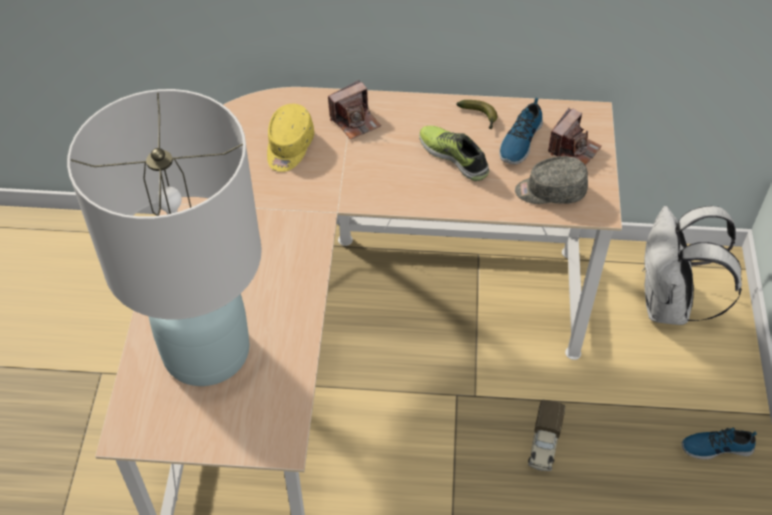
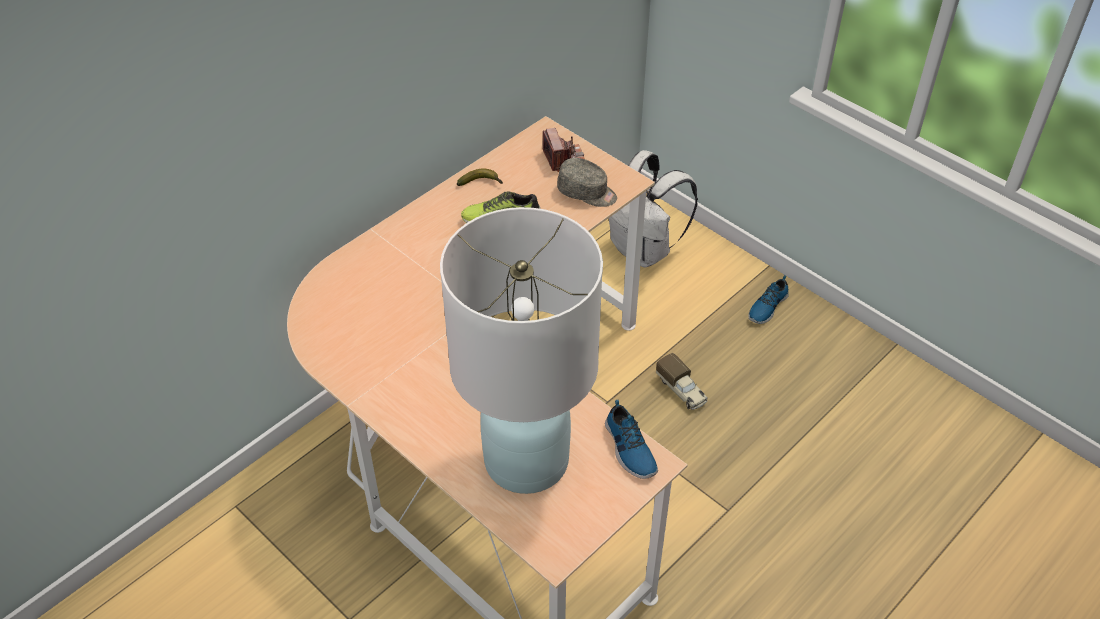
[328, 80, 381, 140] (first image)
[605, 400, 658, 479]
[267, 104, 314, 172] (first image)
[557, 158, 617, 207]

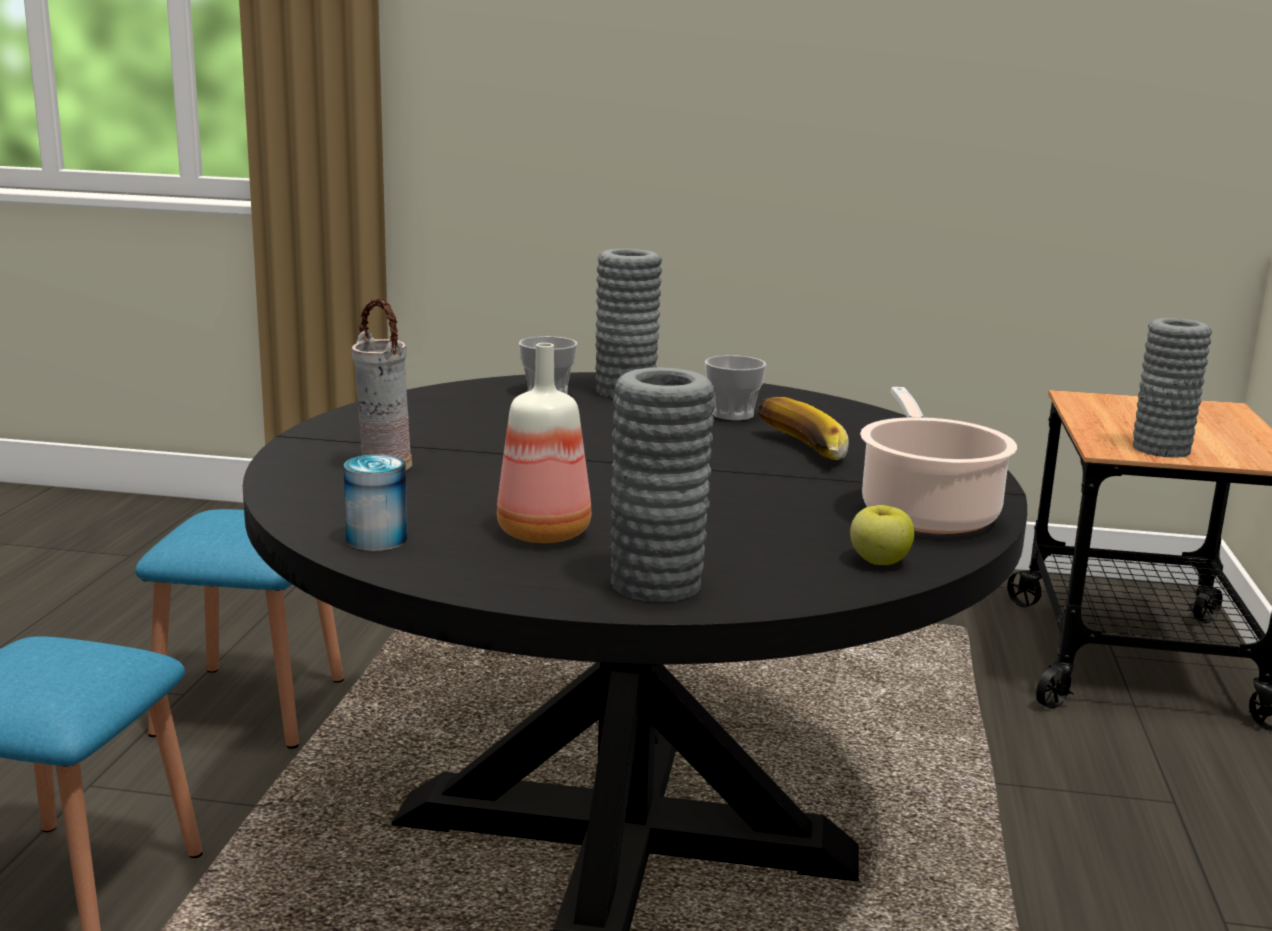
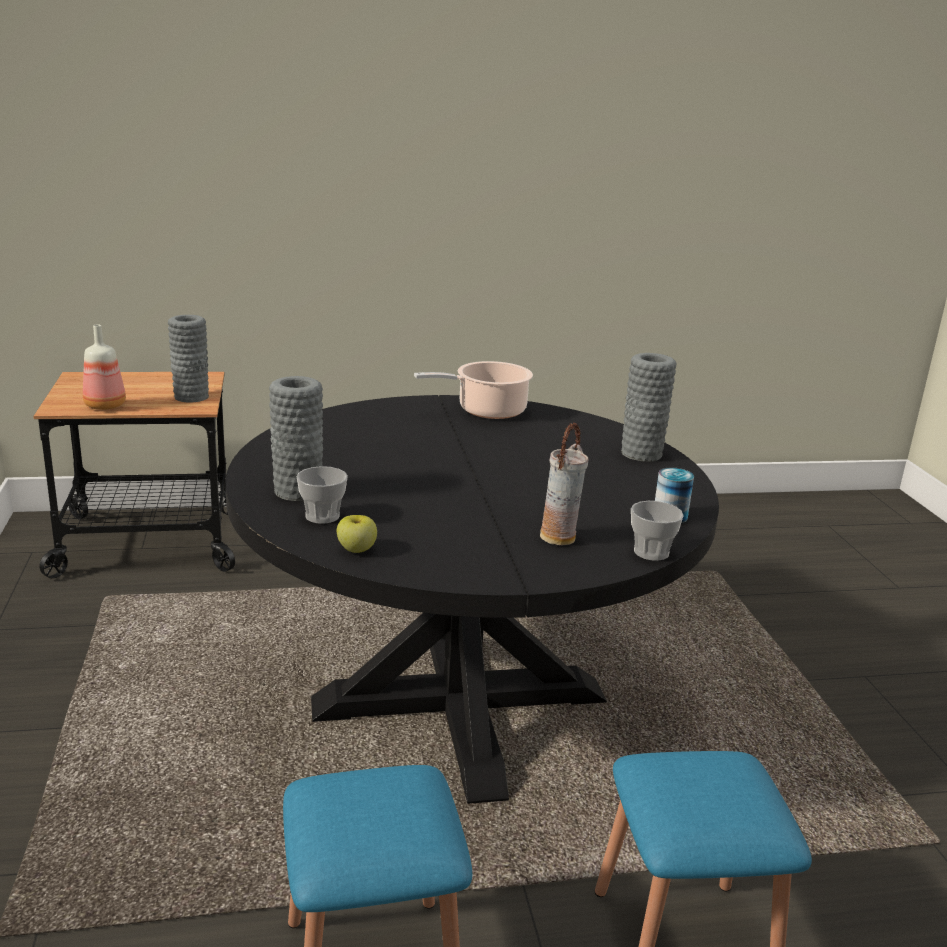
[83, 324, 126, 410]
[631, 501, 684, 561]
[758, 397, 849, 460] (first image)
[337, 515, 377, 553]

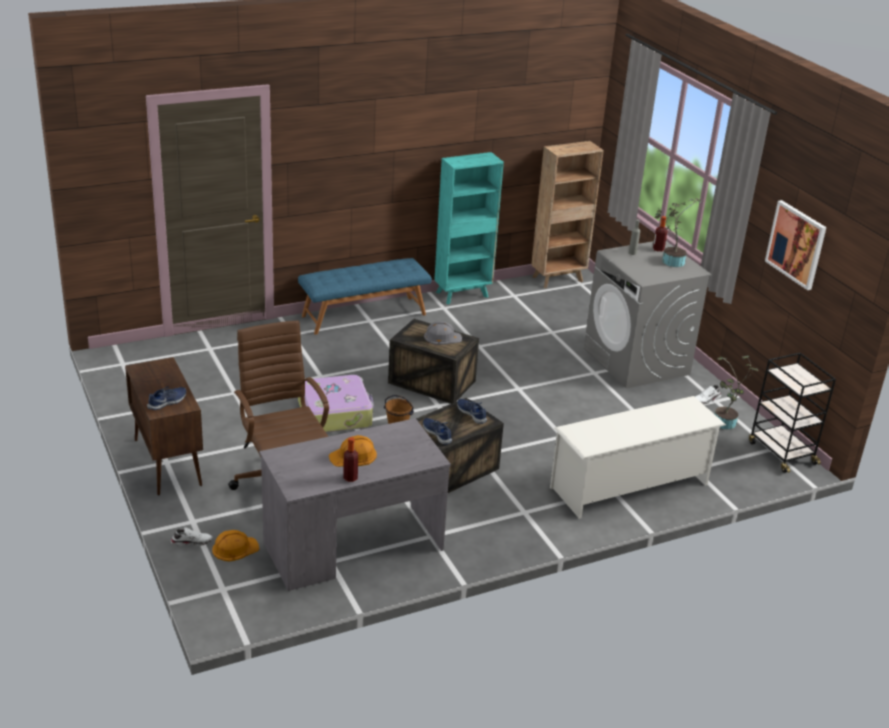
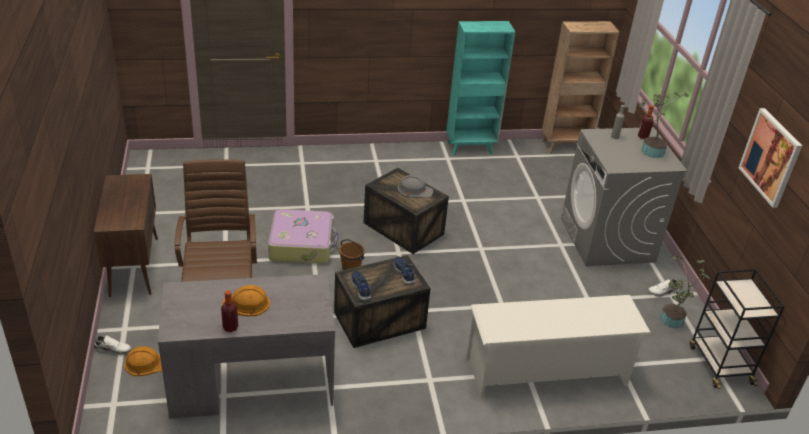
[298, 258, 432, 335] (first image)
[147, 386, 186, 410] (first image)

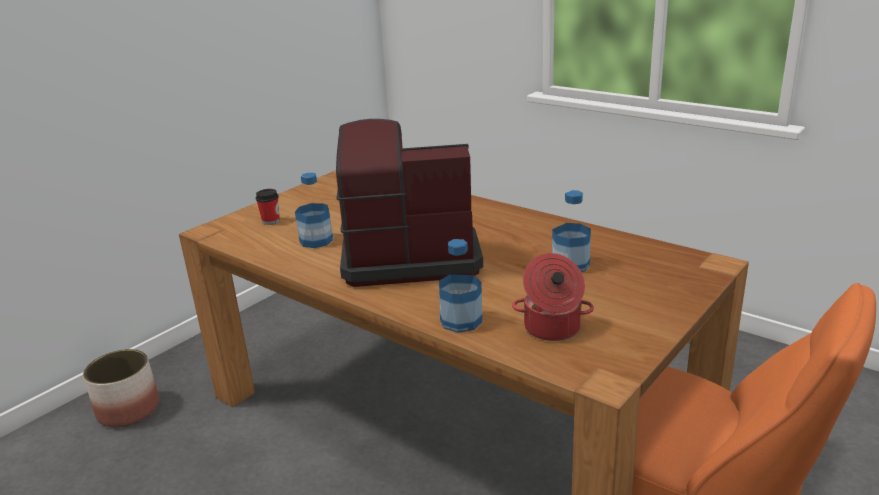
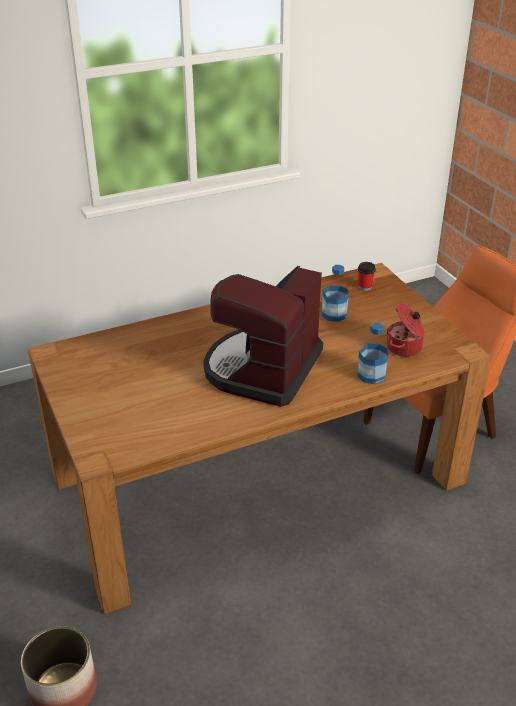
[295, 173, 334, 248] (first image)
[358, 262, 376, 291]

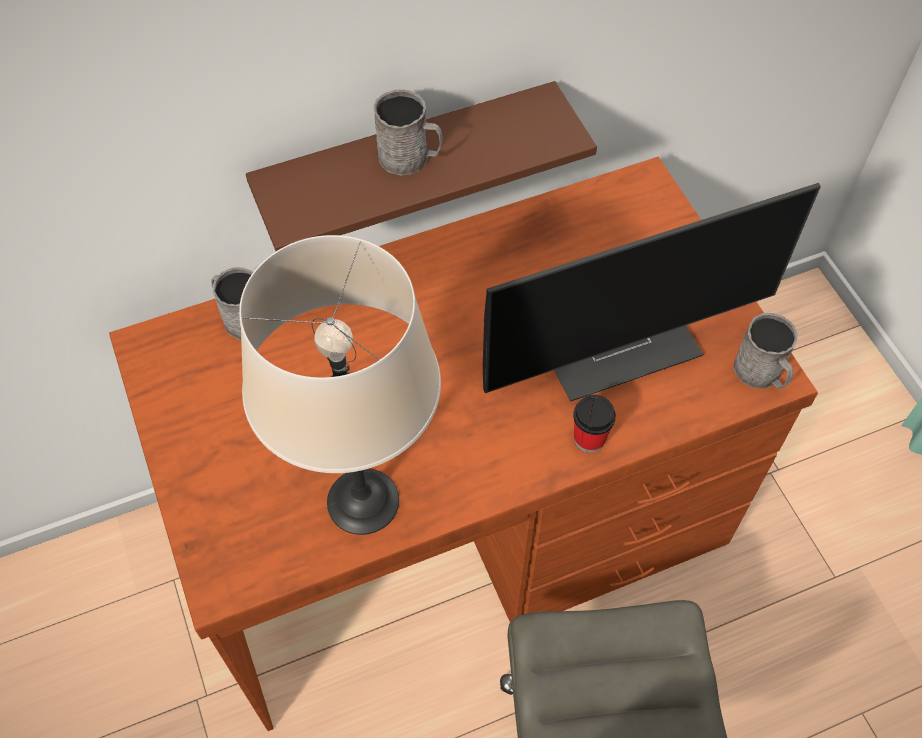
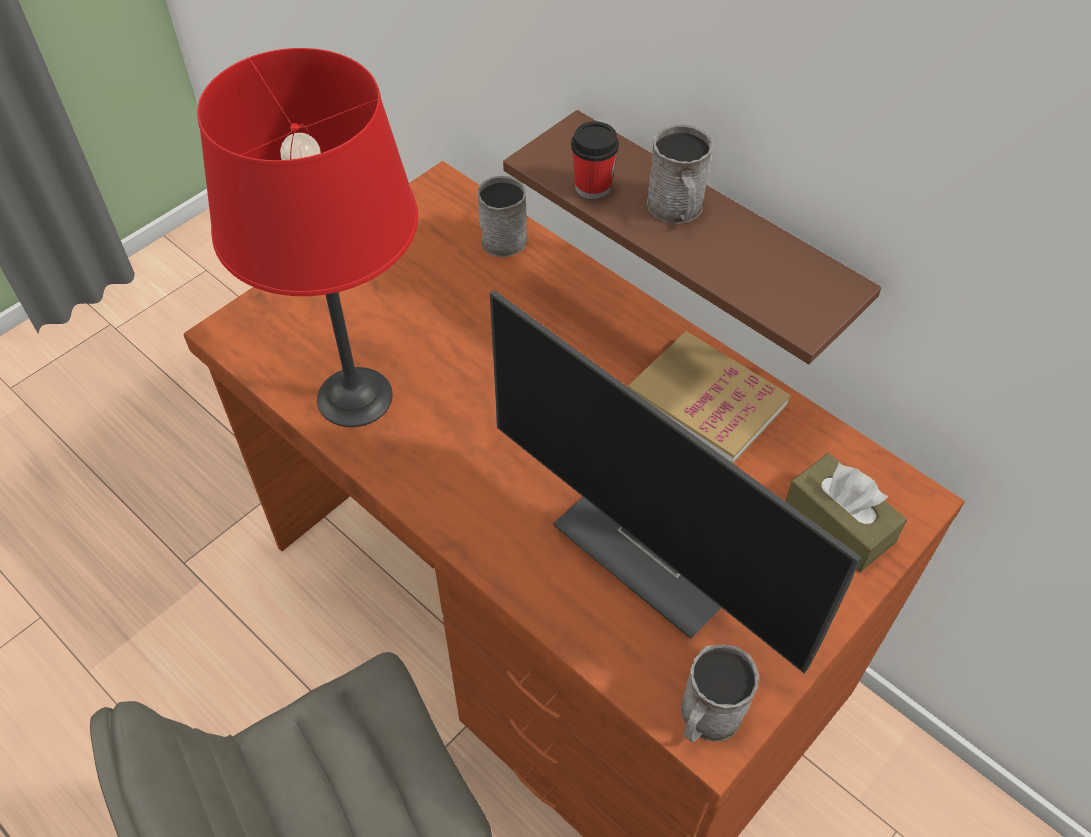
[197, 48, 418, 427]
[571, 121, 619, 199]
[628, 331, 791, 464]
[785, 453, 907, 572]

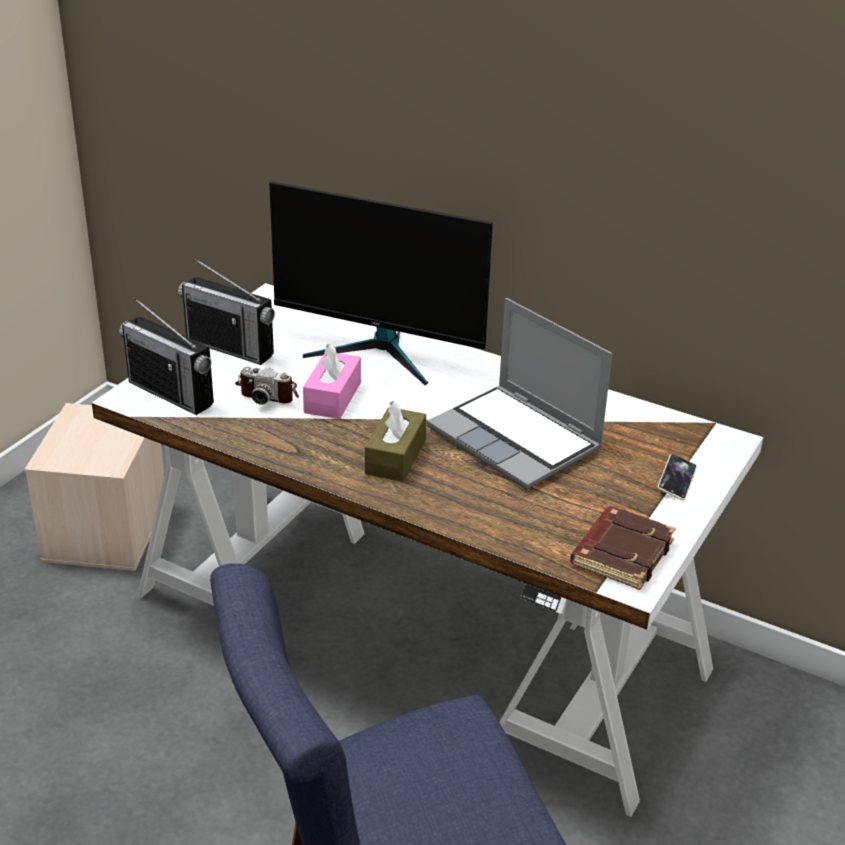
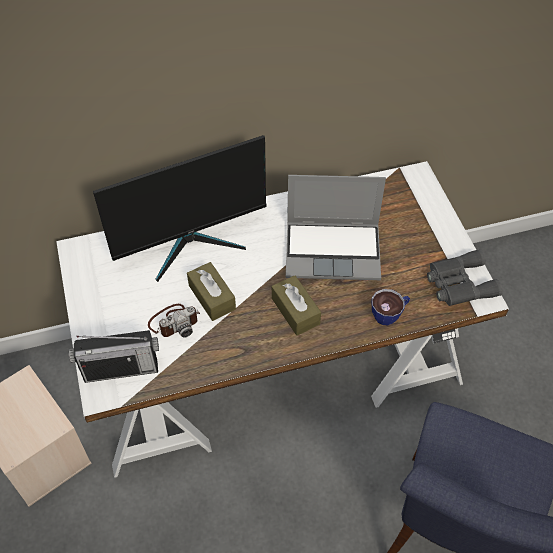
[178, 258, 275, 365] (first image)
[187, 262, 236, 321]
[657, 454, 697, 500] (first image)
[427, 249, 503, 306]
[371, 289, 410, 325]

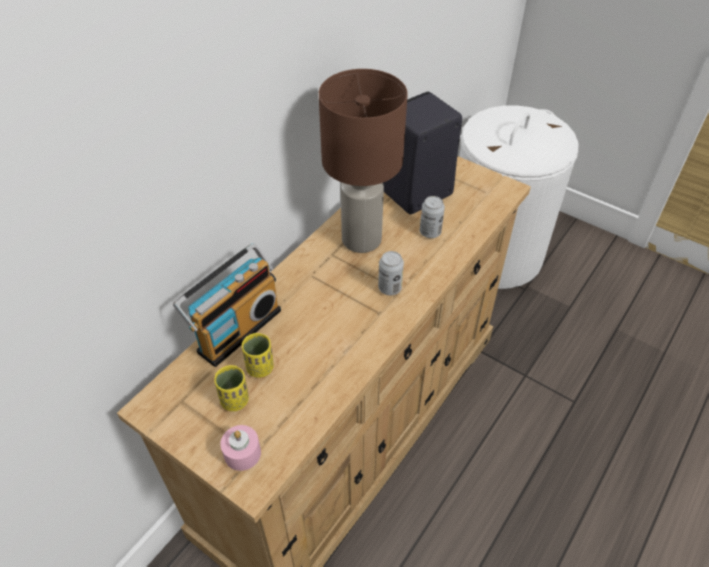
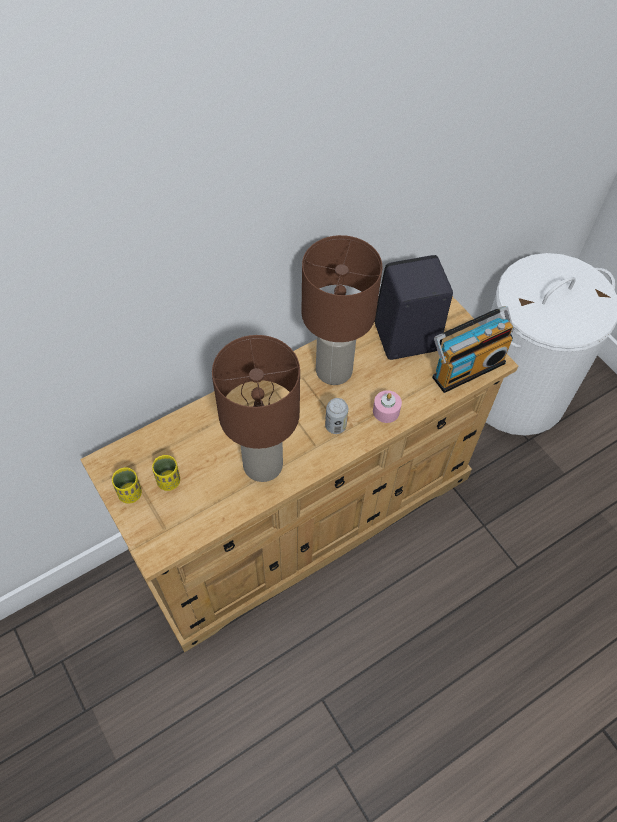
[420, 196, 445, 238] (first image)
[432, 306, 514, 393]
[112, 467, 142, 504]
[373, 390, 402, 423]
[212, 335, 300, 482]

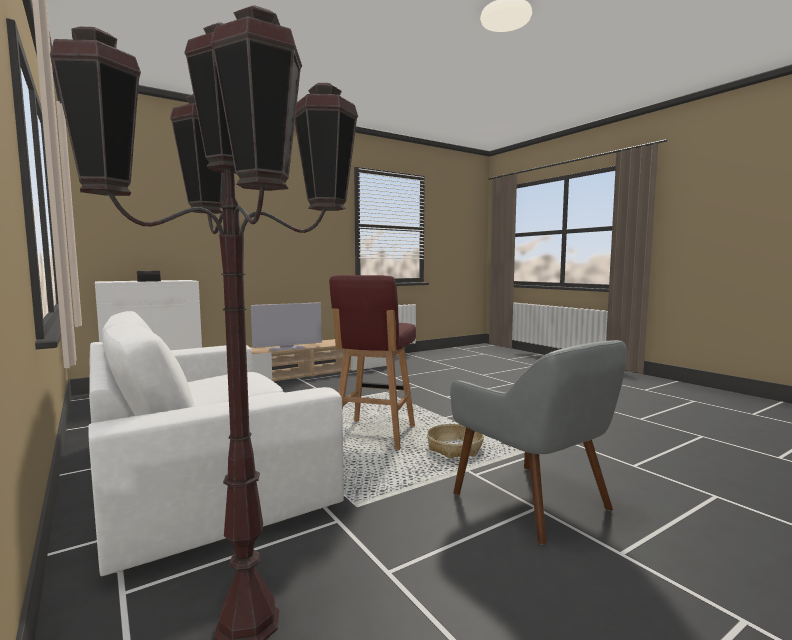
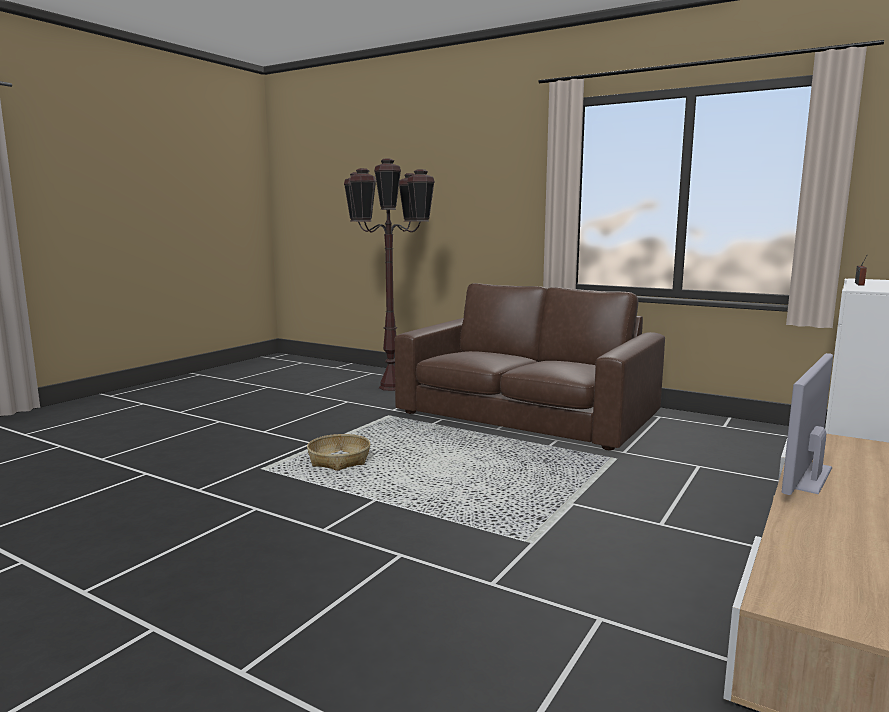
[329, 275, 416, 450] (first image)
[395, 283, 665, 450]
[450, 340, 627, 545] (first image)

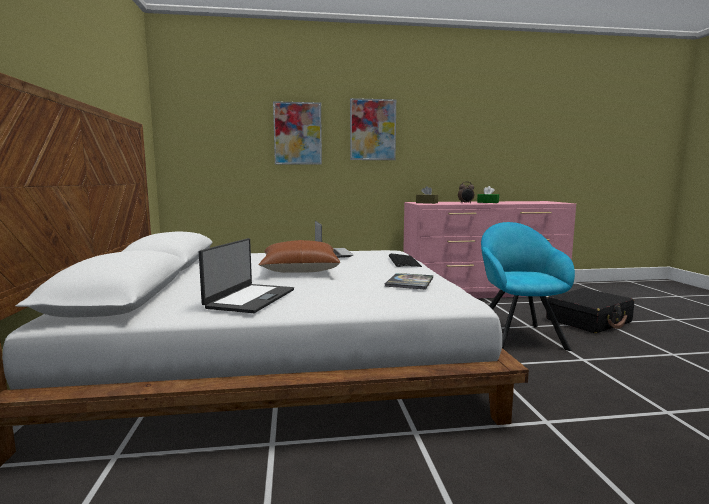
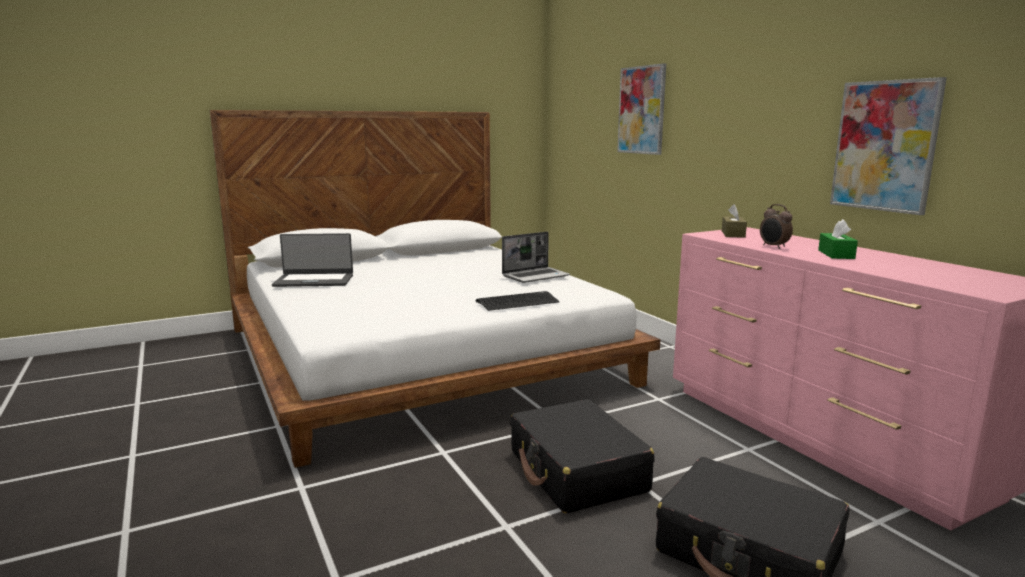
[830, 77, 947, 215]
[510, 399, 654, 514]
[258, 240, 340, 273] (first image)
[384, 273, 433, 290] (first image)

